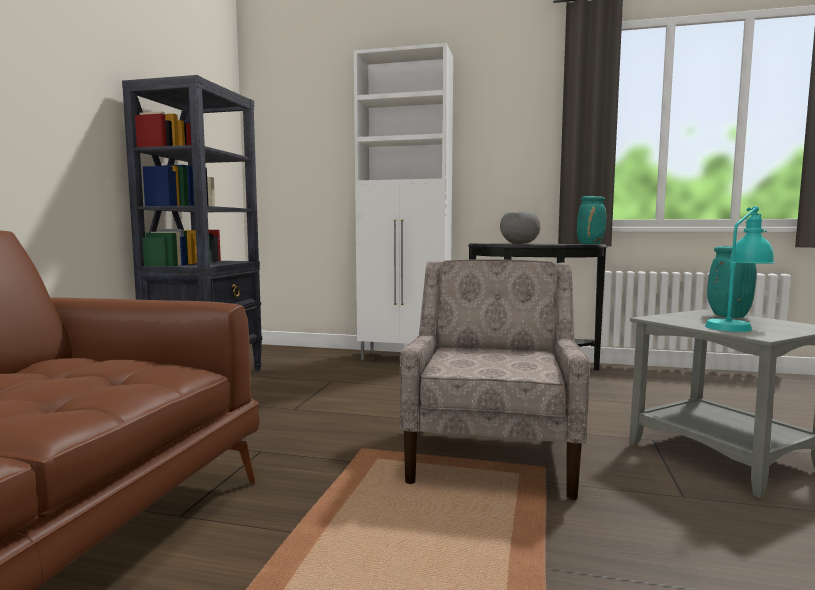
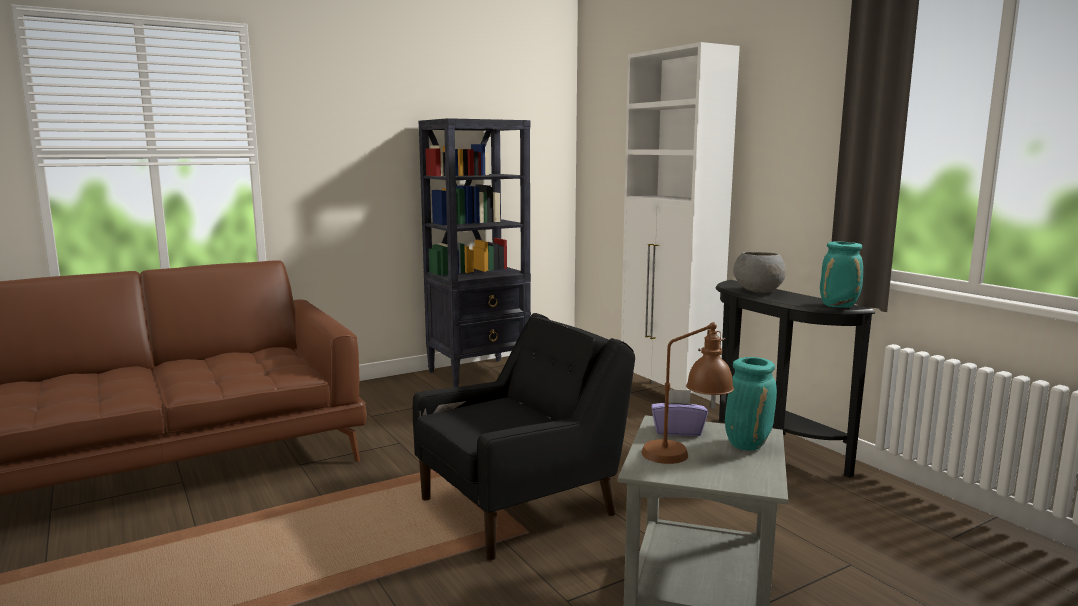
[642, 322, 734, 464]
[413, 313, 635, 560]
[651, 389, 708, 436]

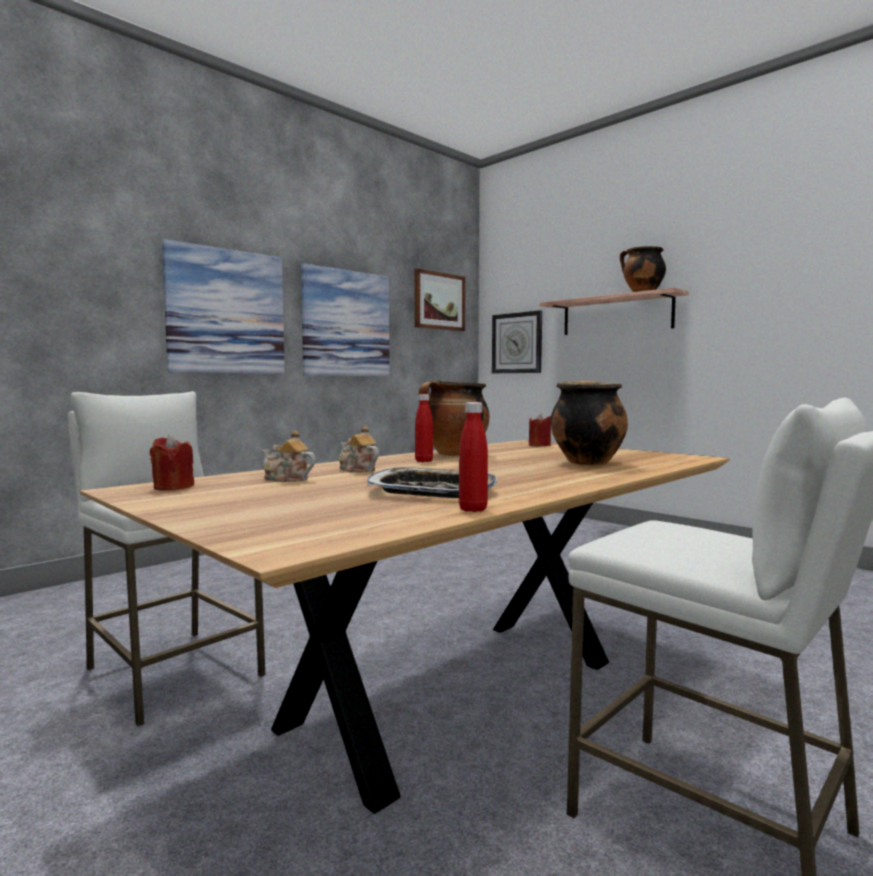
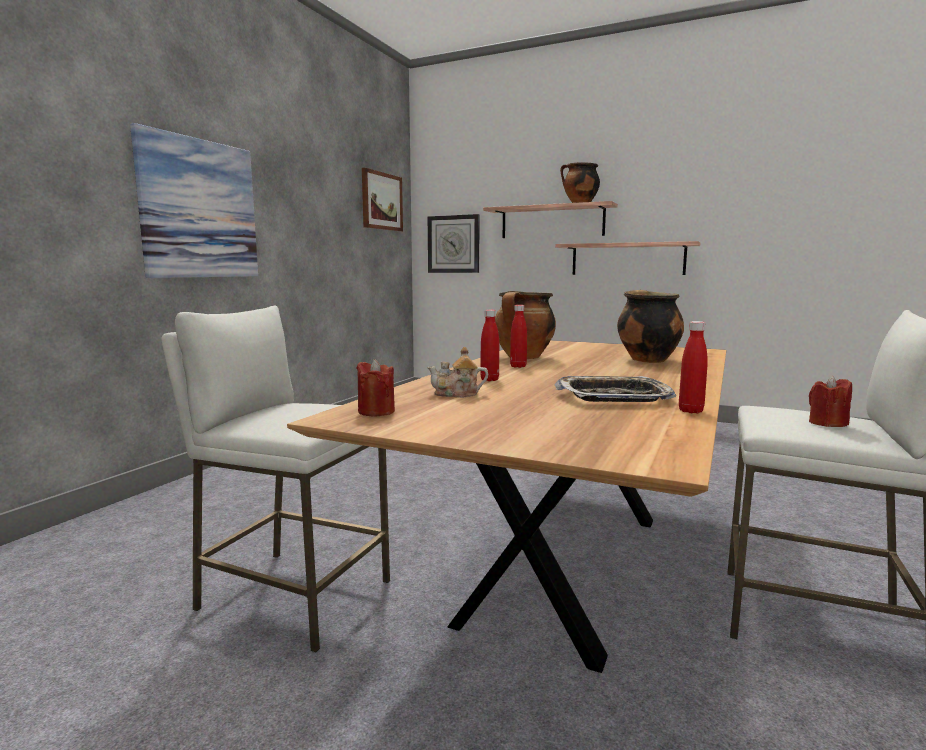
[301, 263, 390, 376] (first image)
[809, 376, 852, 427]
[480, 310, 499, 381]
[555, 241, 700, 275]

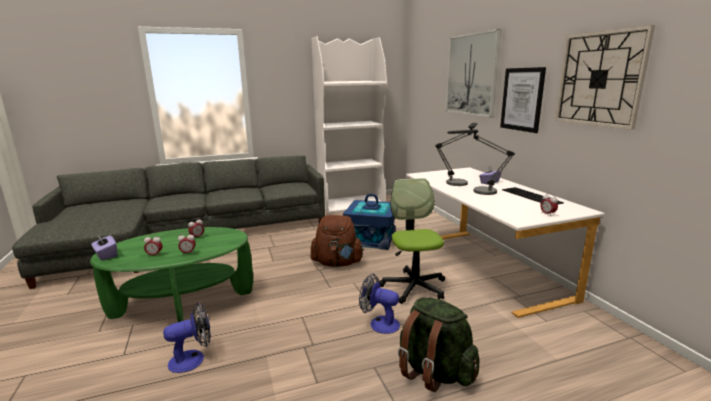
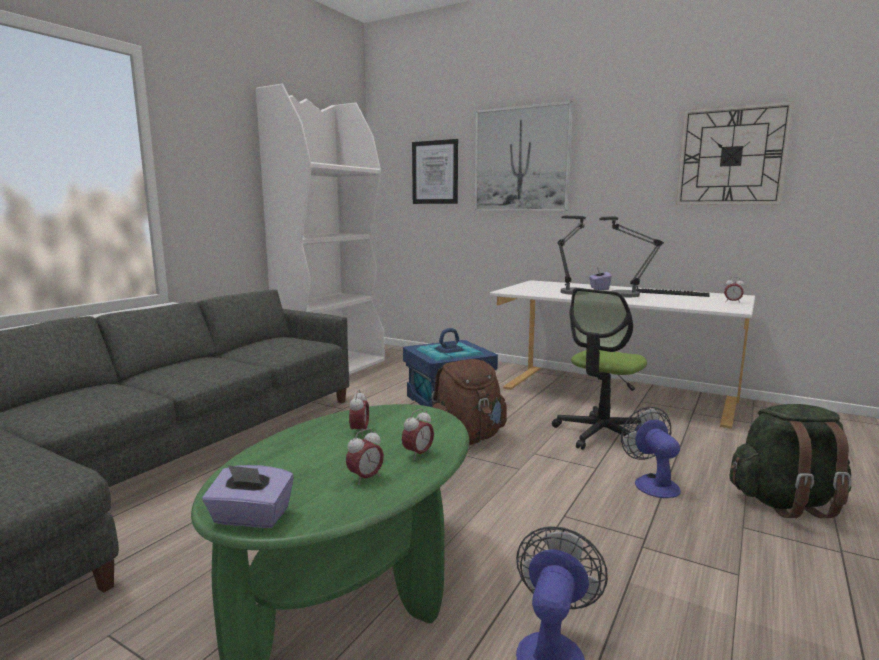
[412, 139, 458, 204]
[552, 288, 647, 452]
[621, 407, 681, 498]

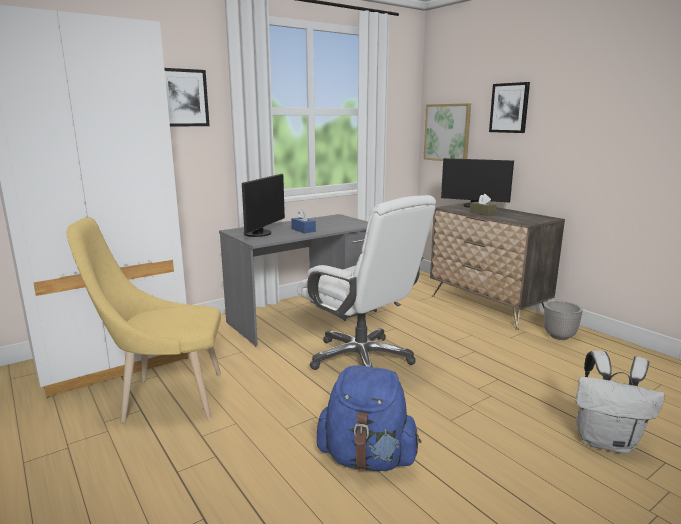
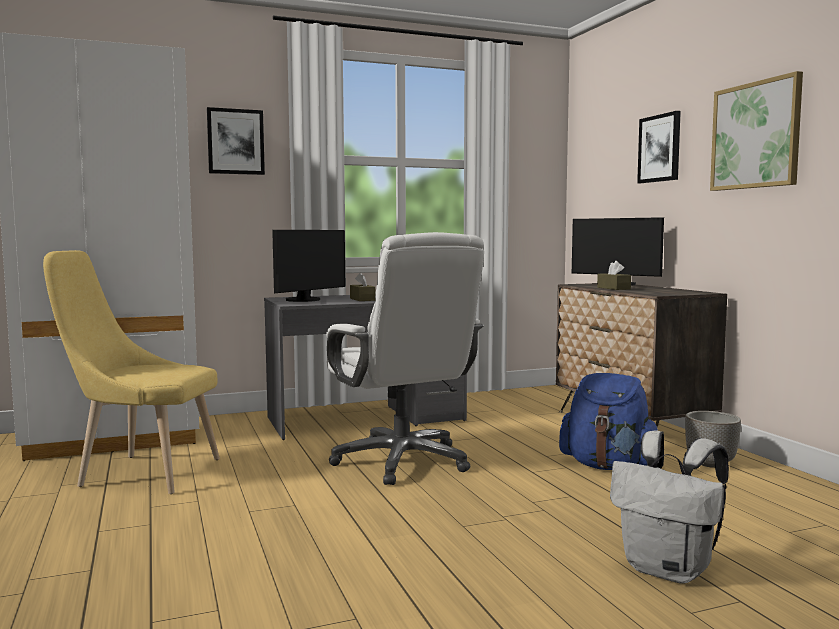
[710, 71, 803, 191]
[350, 272, 375, 301]
[559, 373, 658, 470]

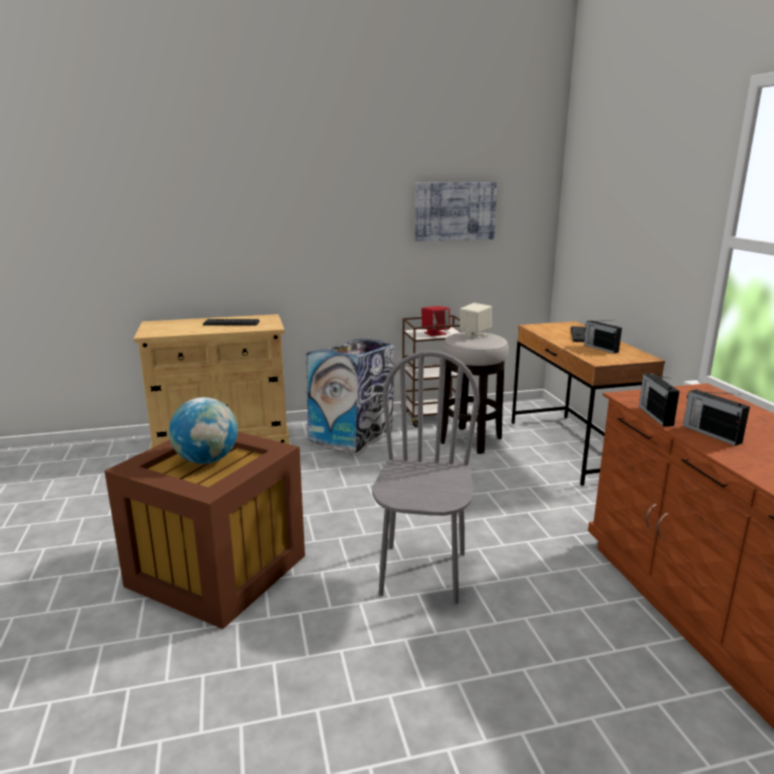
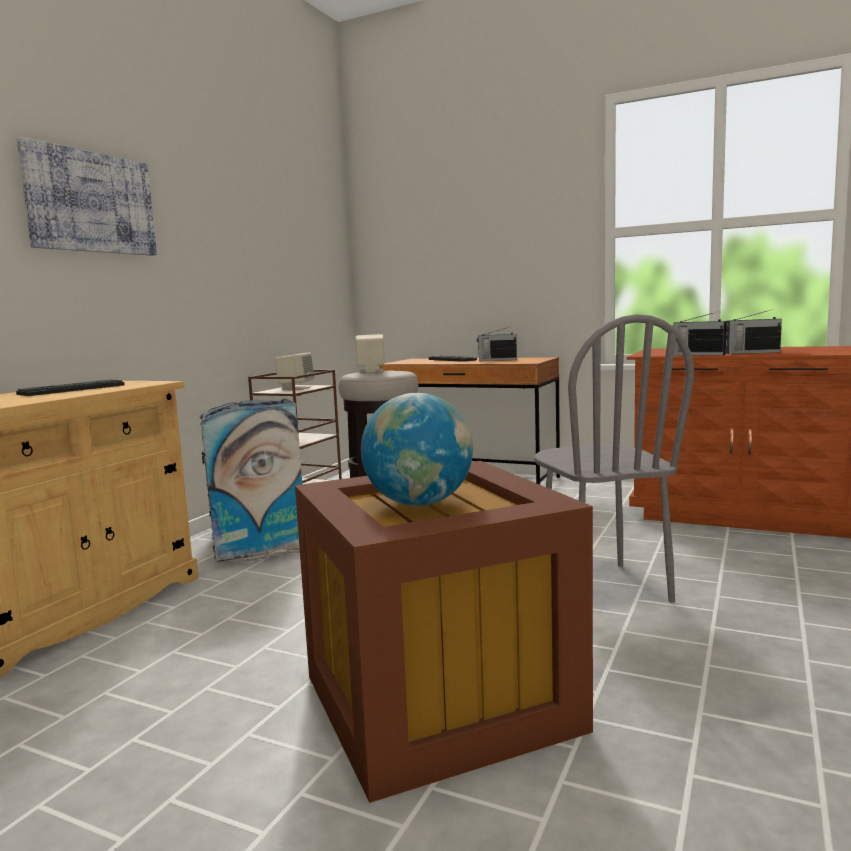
[16, 137, 157, 256]
[275, 352, 315, 390]
[534, 314, 694, 602]

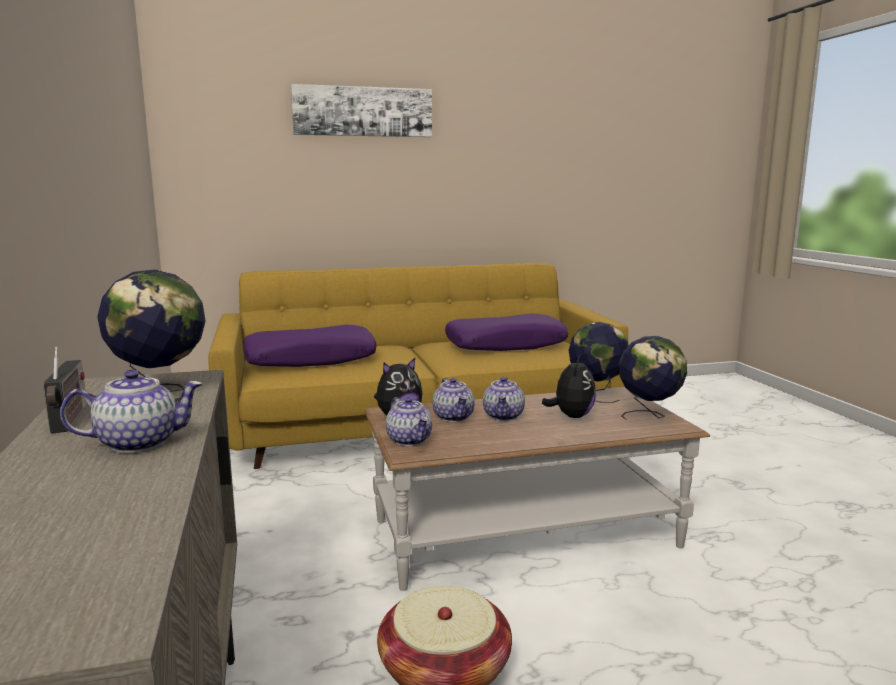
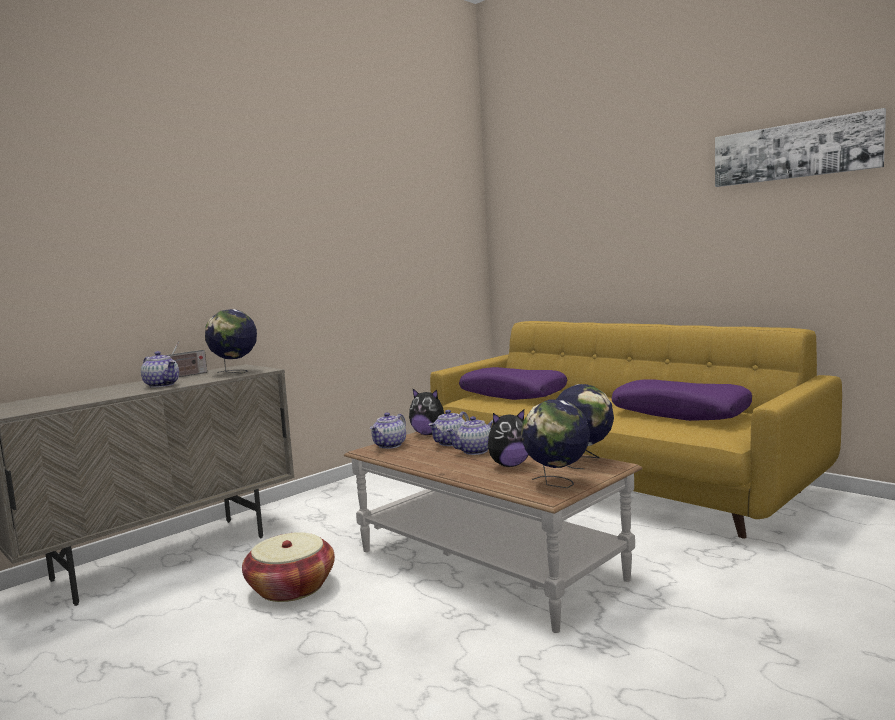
[715, 108, 886, 187]

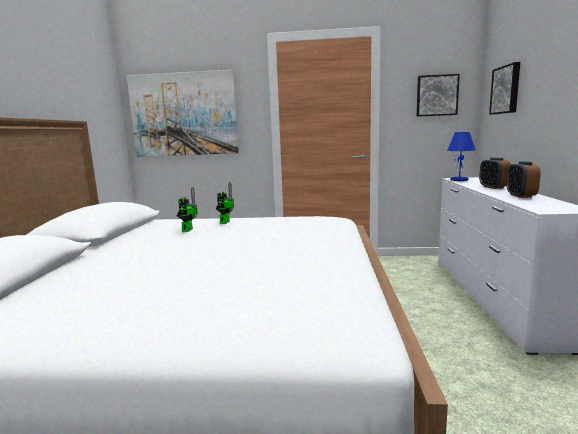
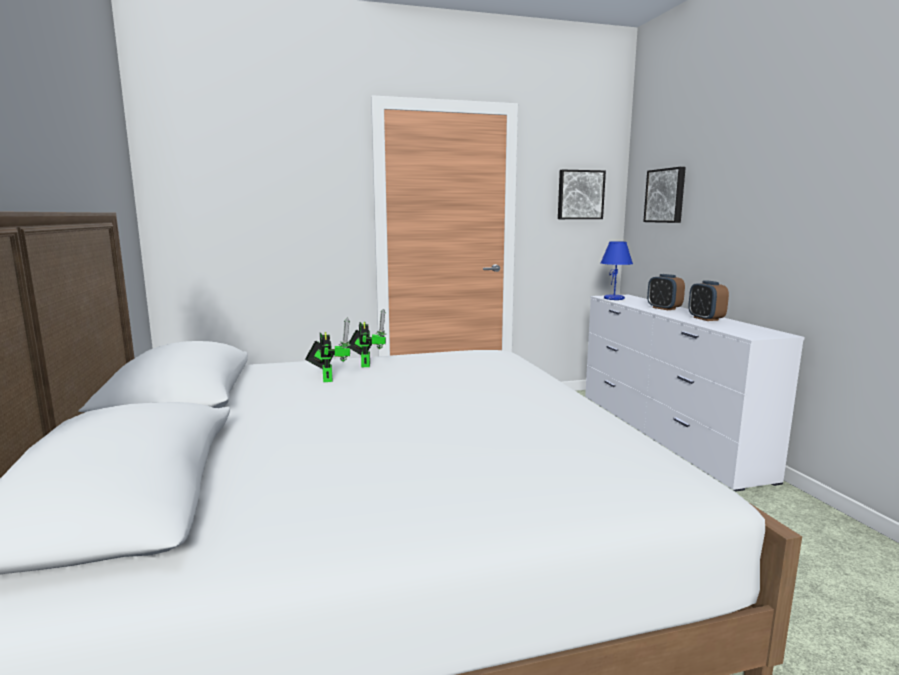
[127, 70, 239, 157] (first image)

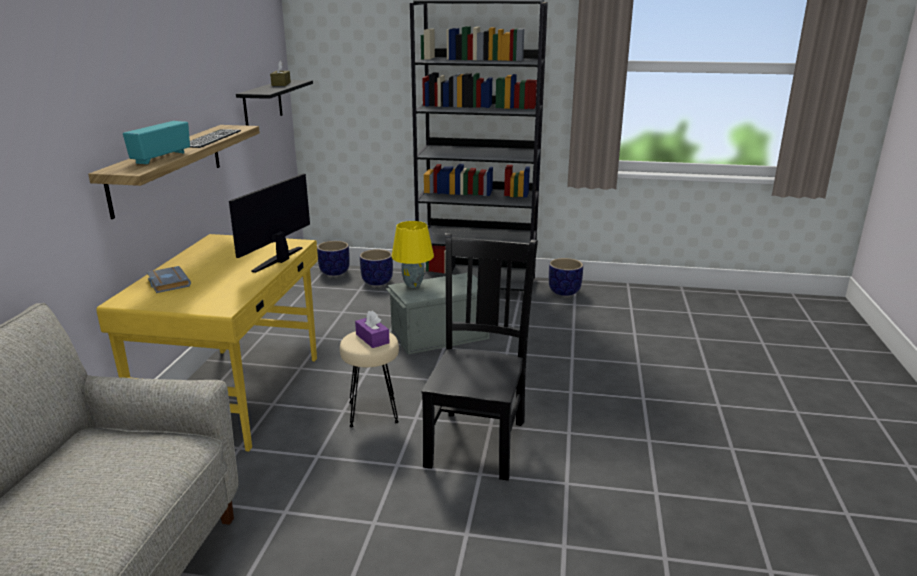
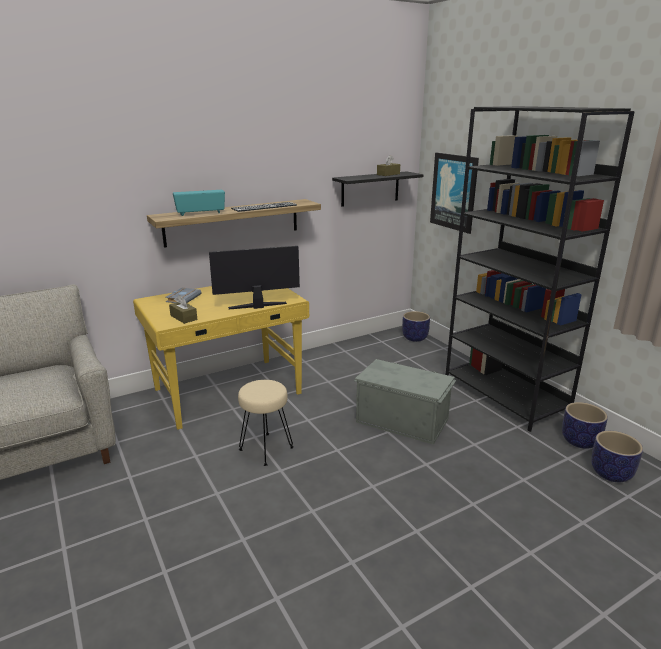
[391, 221, 434, 288] (first image)
[422, 233, 538, 481] (first image)
[591, 431, 643, 482]
[355, 311, 390, 348] (first image)
[430, 153, 479, 234]
[169, 295, 198, 324]

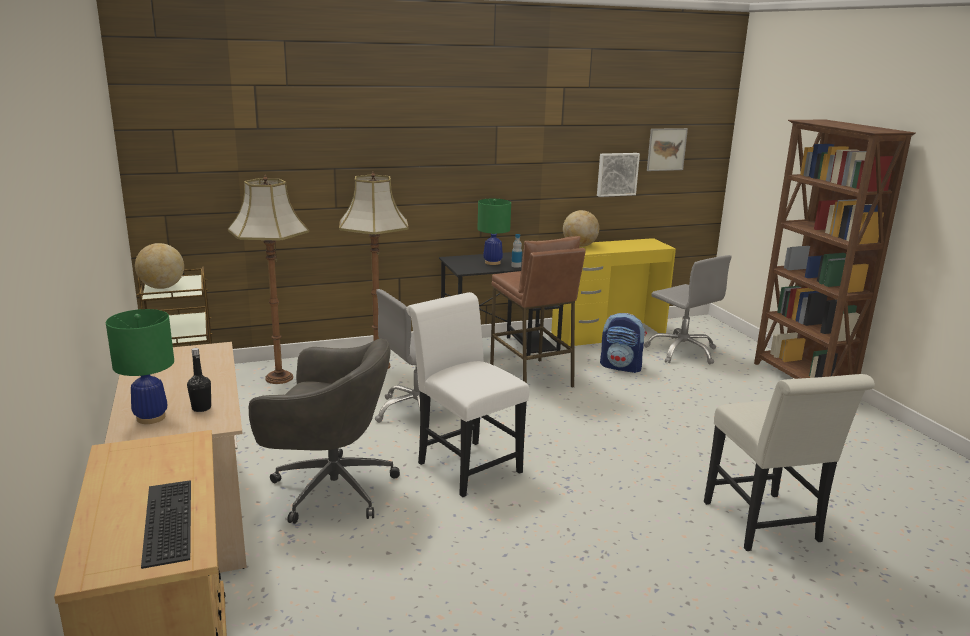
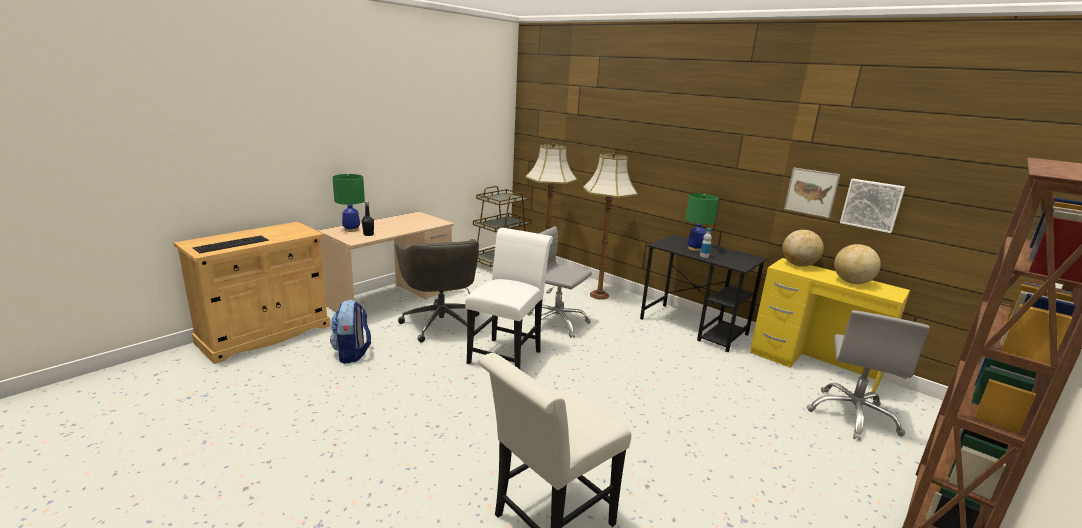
[784, 168, 840, 218]
[490, 236, 586, 388] (first image)
[834, 244, 881, 284]
[330, 299, 371, 364]

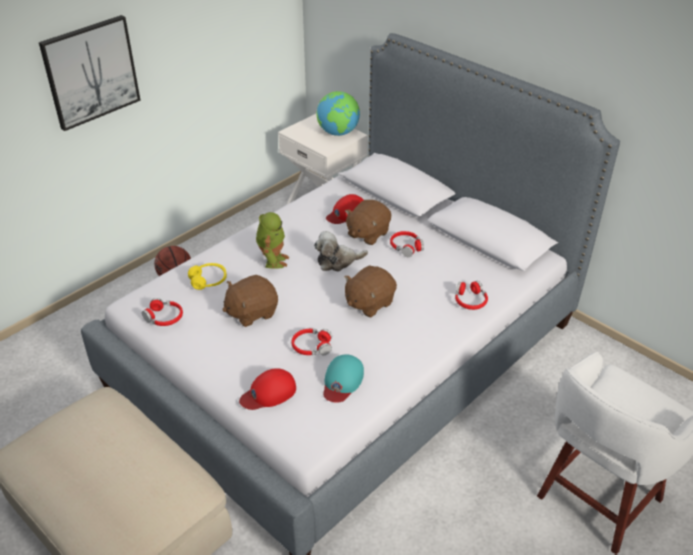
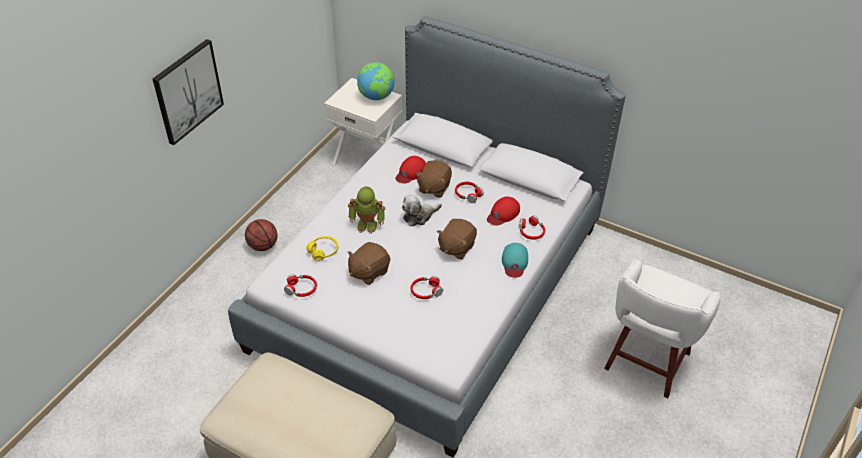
[348, 186, 385, 234]
[502, 243, 528, 278]
[487, 196, 520, 225]

